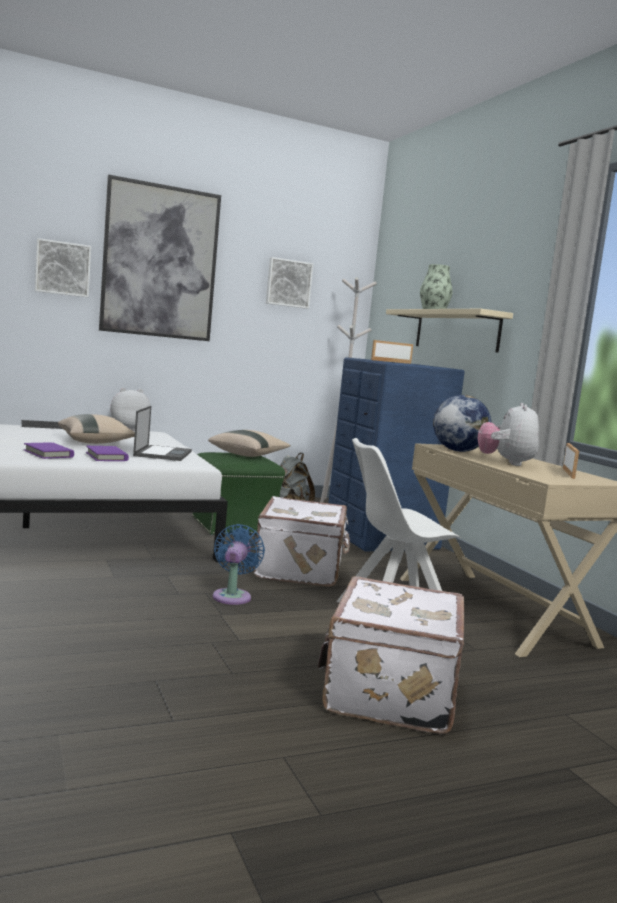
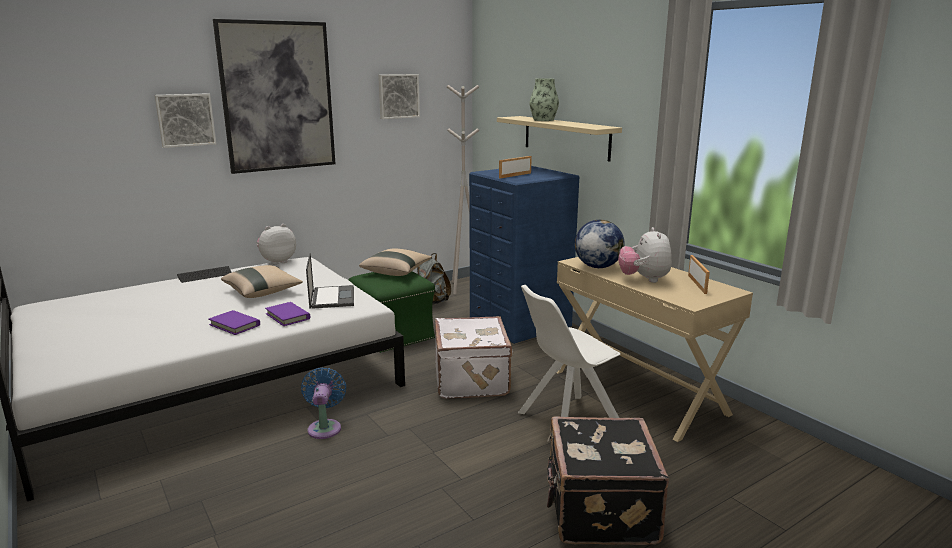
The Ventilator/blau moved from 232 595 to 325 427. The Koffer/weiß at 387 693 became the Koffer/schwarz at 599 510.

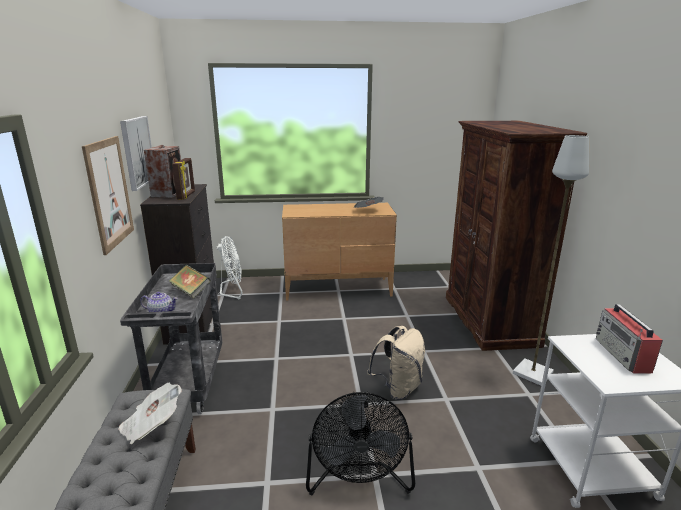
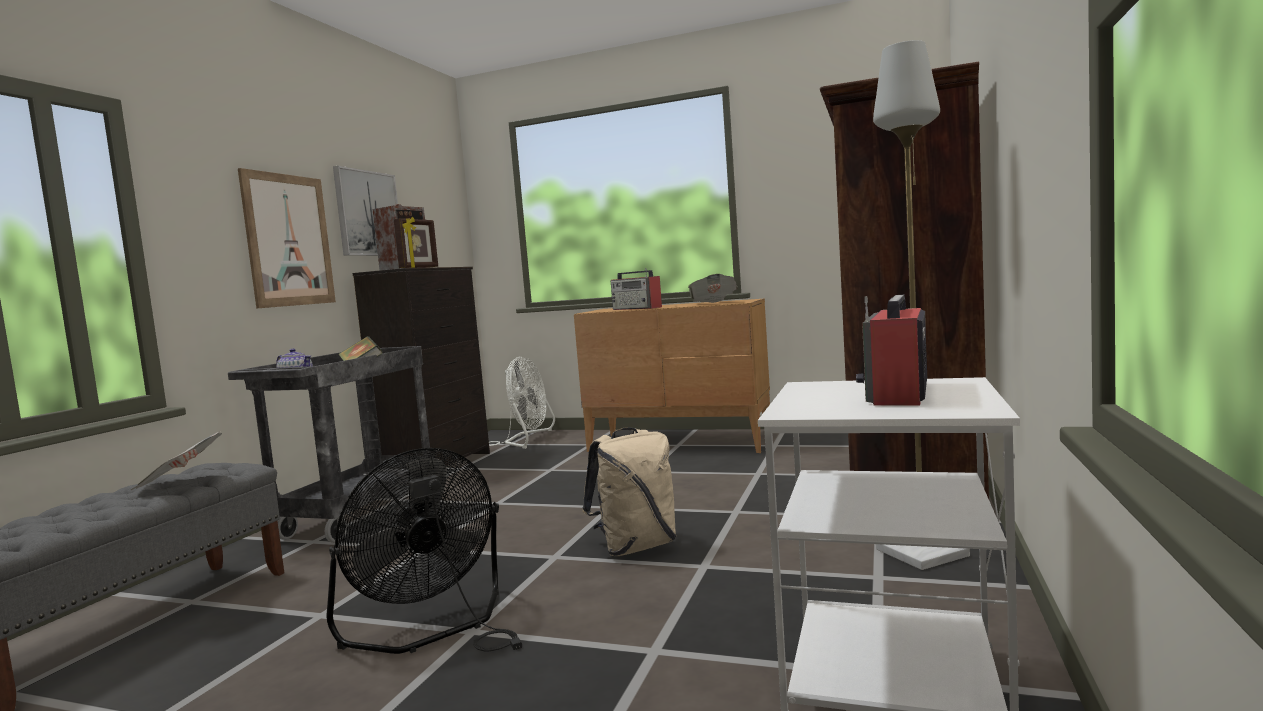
The Ventilator/schwarz at 355 476 turned 120 degrees clockwise. The Radio at 637 308 appeared.

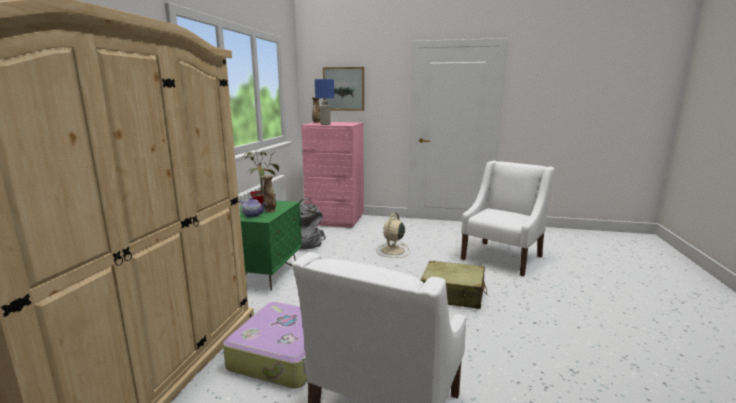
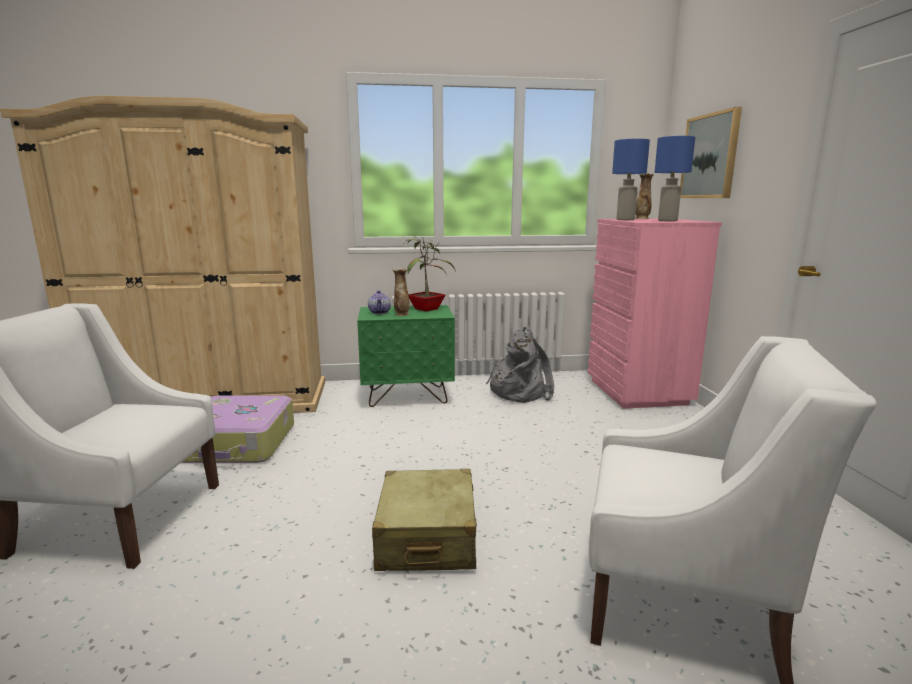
The Ventilator/beige at 392 251 disappeared. The Tischlampe/blau at 667 221 appeared.

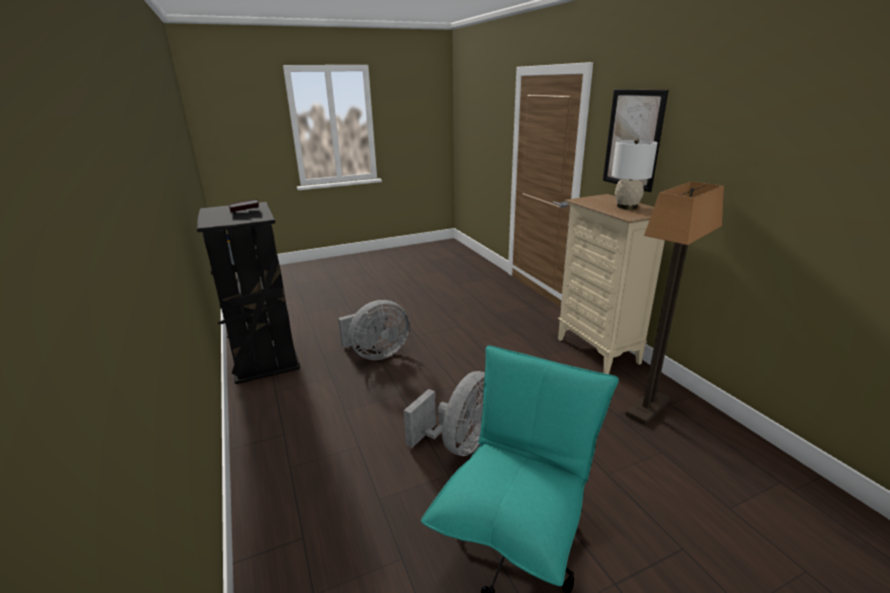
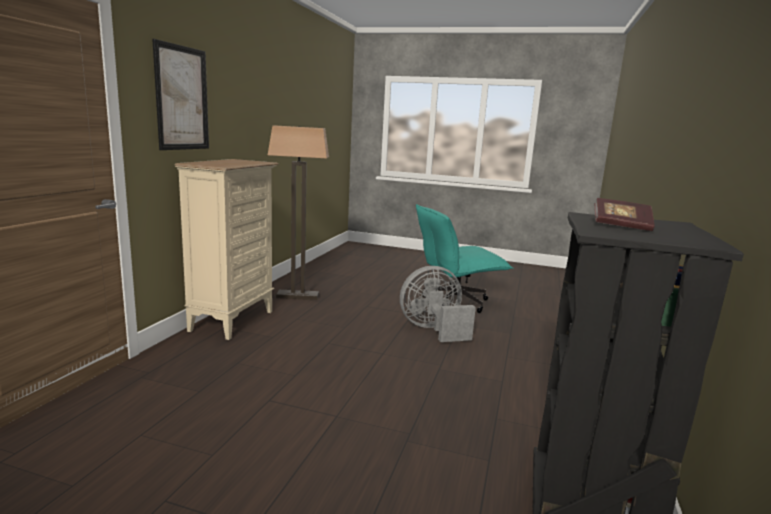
The Ventilator/grau at 376 354 disappeared. The Tischlampe/weiß at 627 207 disappeared.

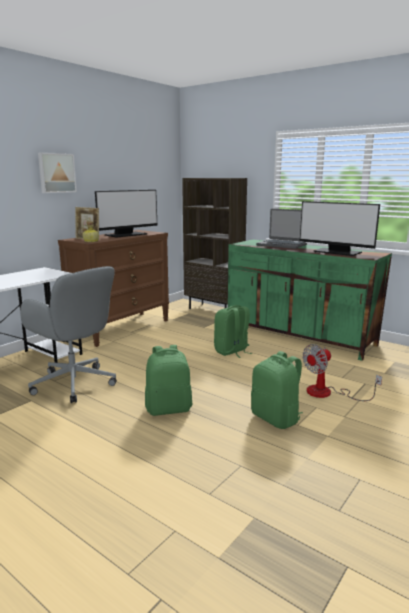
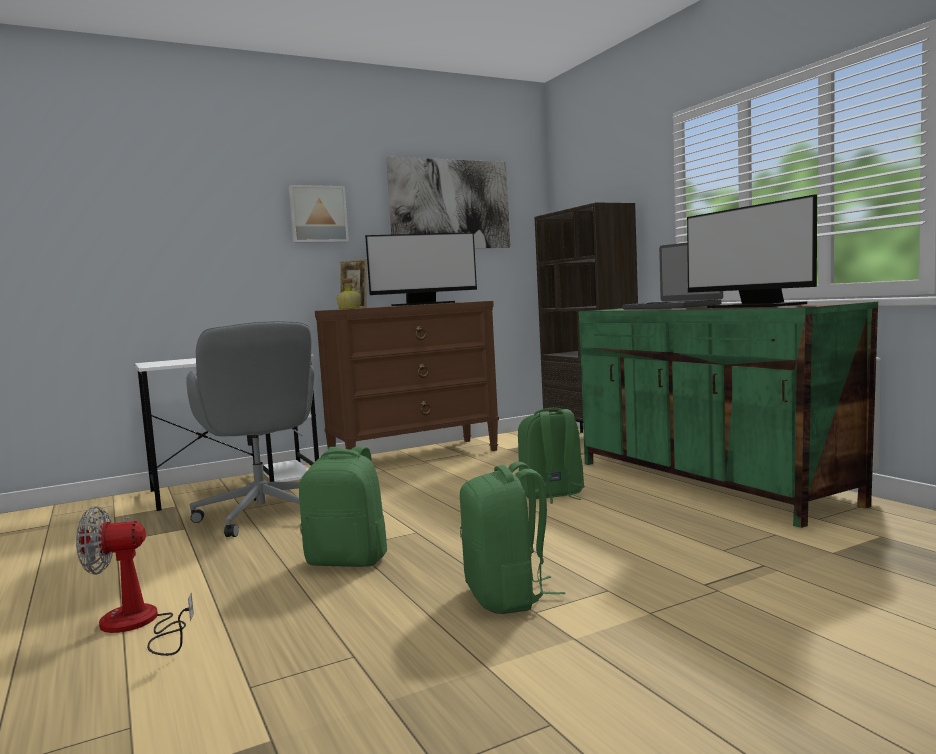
The Ventilator moved from 328 393 to 138 625. The Bild at 450 204 appeared.

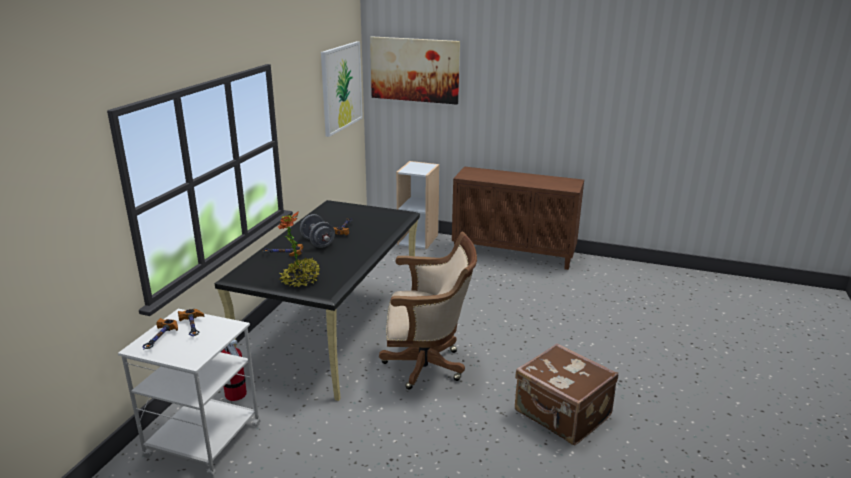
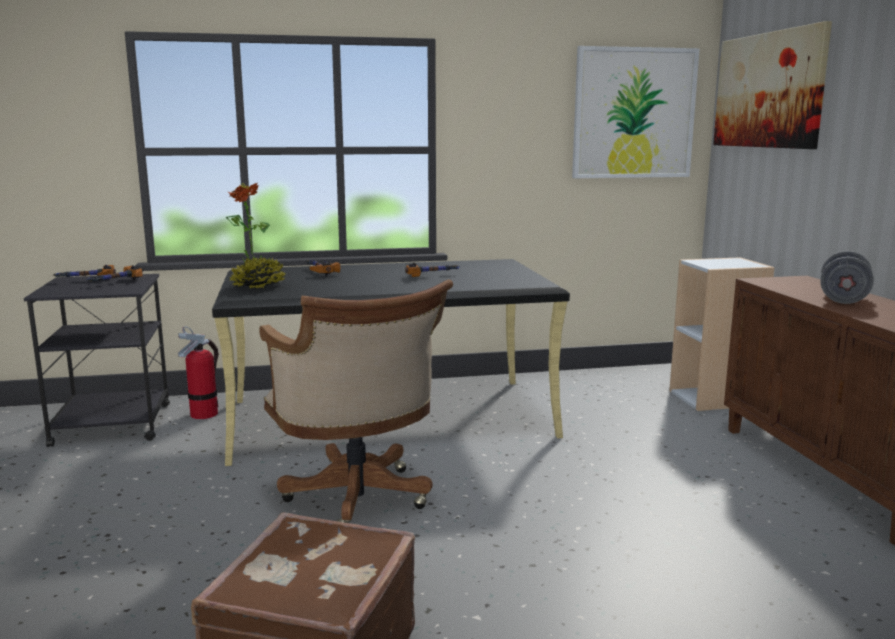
The Rollwagen/weiß at 204 438 became the Rollwagen/schwarz at 114 425. The Hantel/grau moved from 318 242 to 843 299.

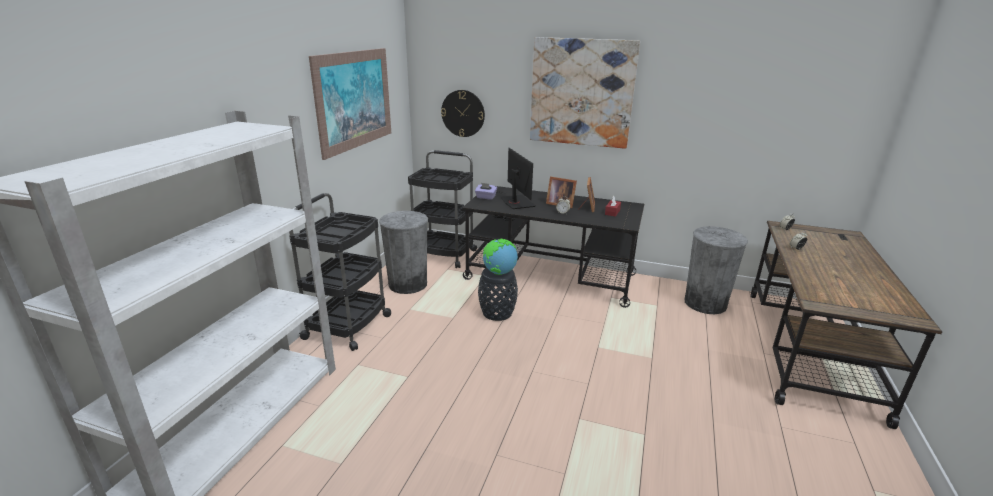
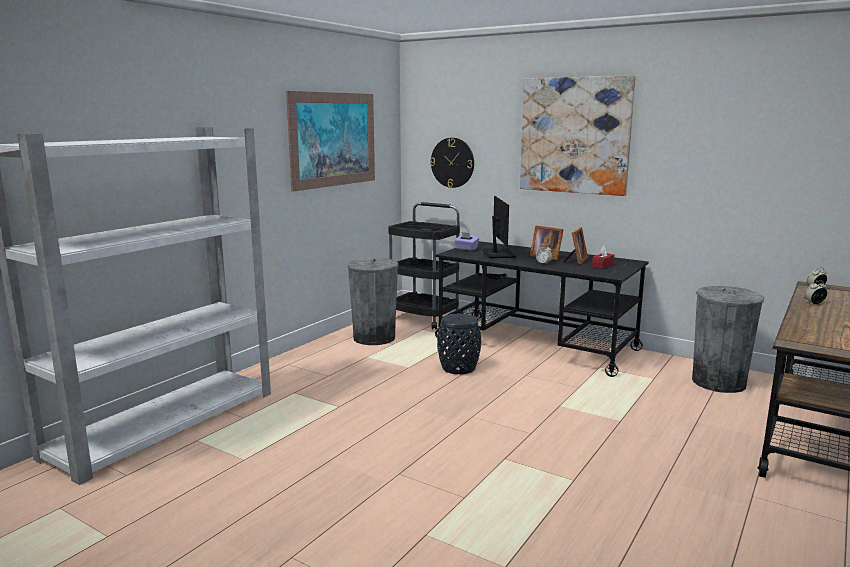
The Rollwagen/schwarz at 348 327 disappeared. The Globus at 499 273 disappeared.

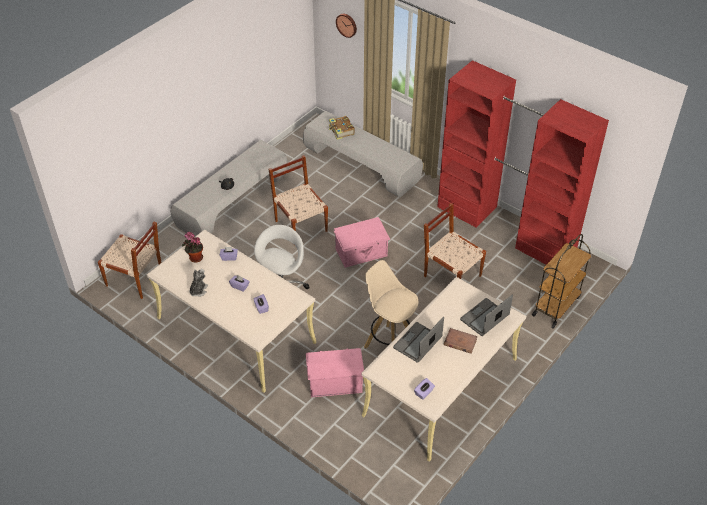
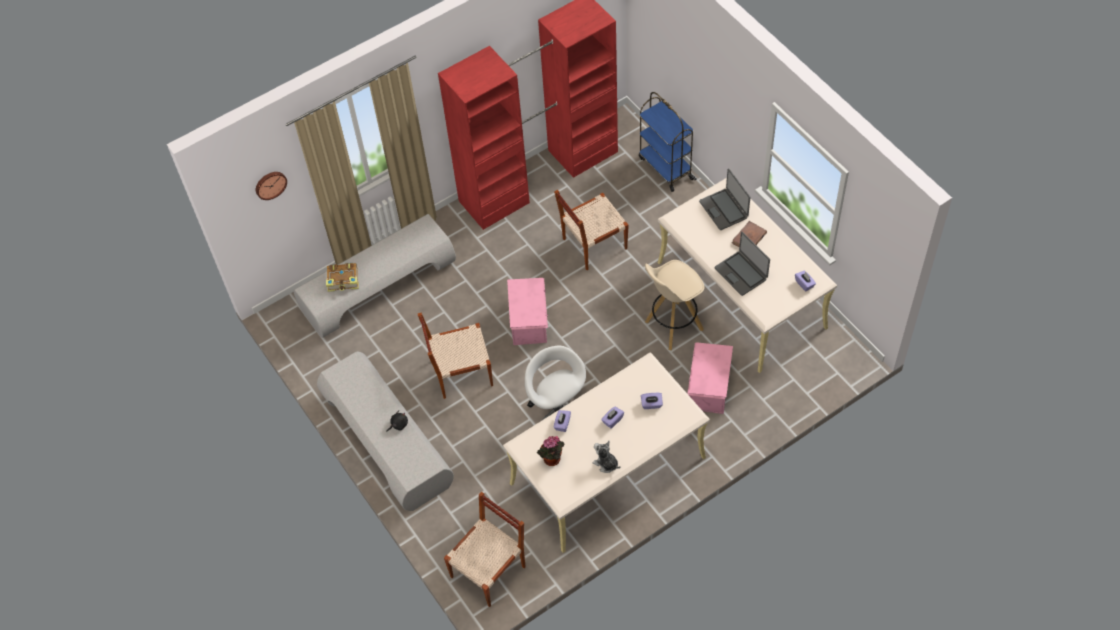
The Rollwagen/braun at 557 306 became the Rollwagen/blau at 665 167.

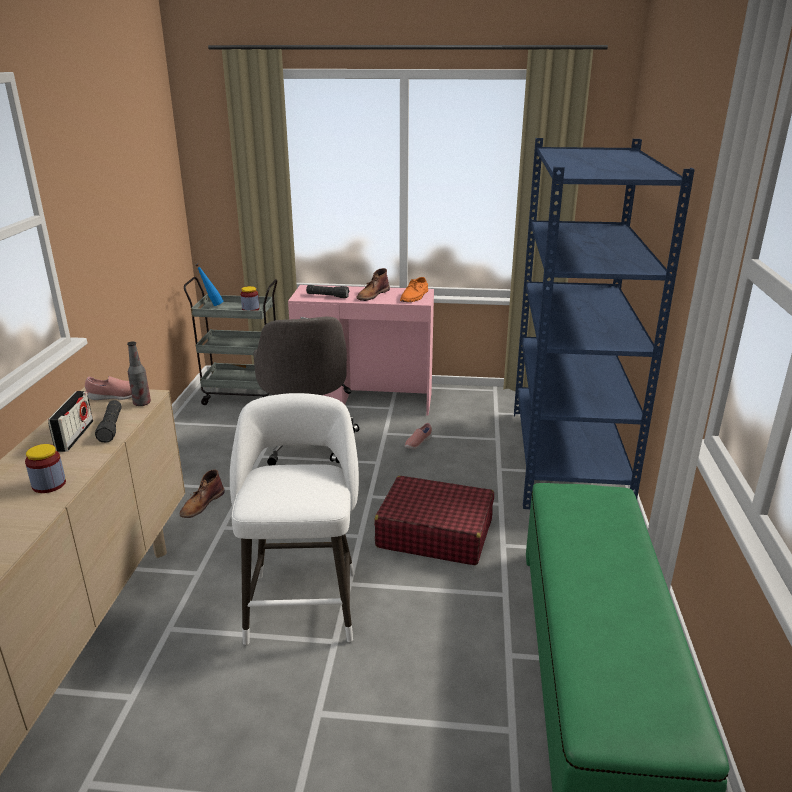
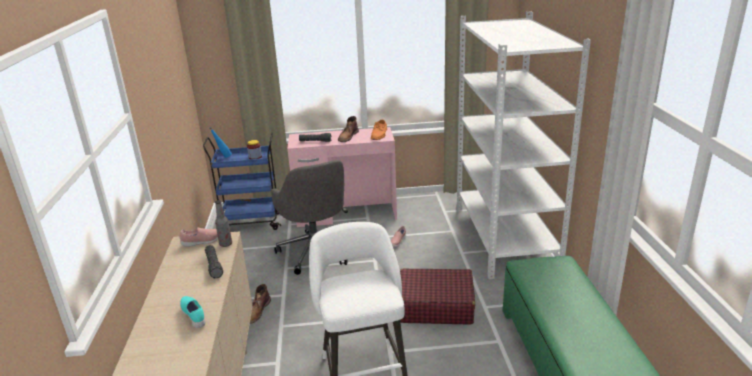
The Vorratsglas at 49 484 was replaced by the Schuh/türkis at 194 316. The Radio at 75 436 disappeared. The Rollwagen/grau at 243 396 became the Rollwagen/blau at 252 223. The Bücherregal/blau at 566 458 became the Bücherregal/weiß at 504 238.

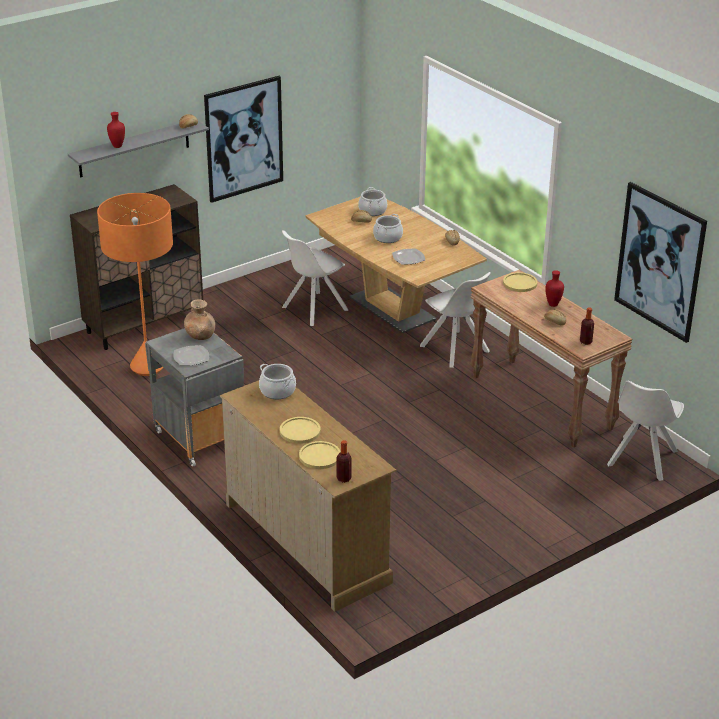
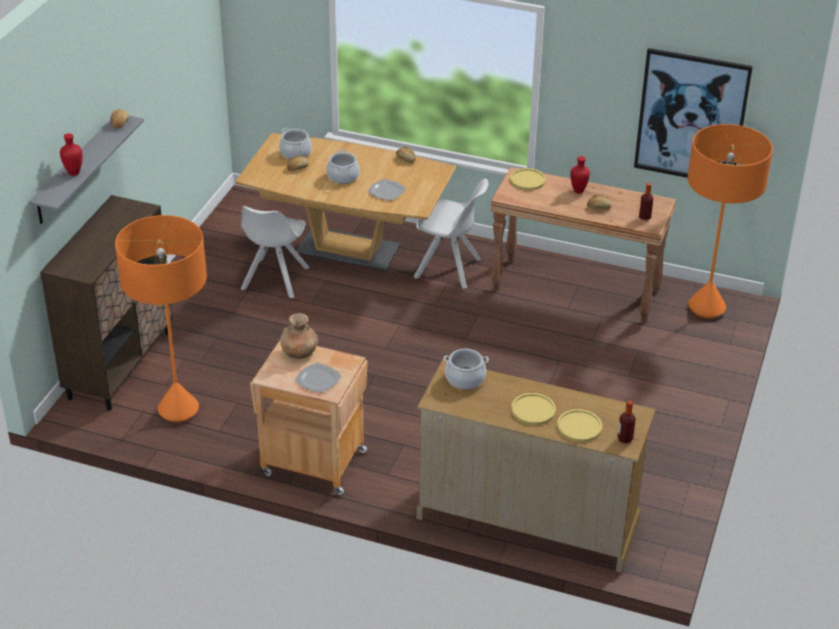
The Rollwagen/grau at 198 437 became the Rollwagen/braun at 312 462. The Bild at 244 138 disappeared. The Stuhl/weiß at 641 459 was replaced by the Stehlampe/orange at 706 309.

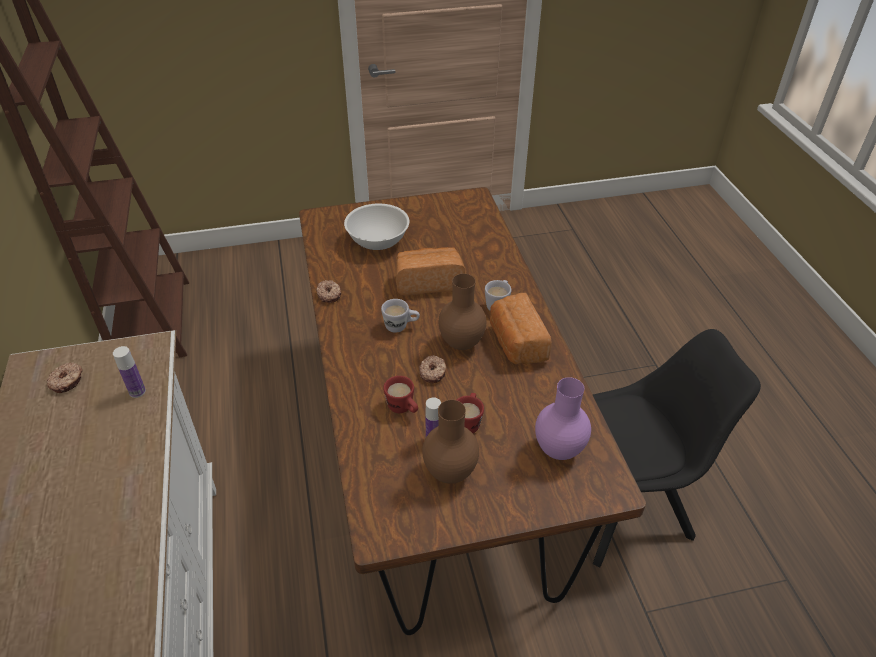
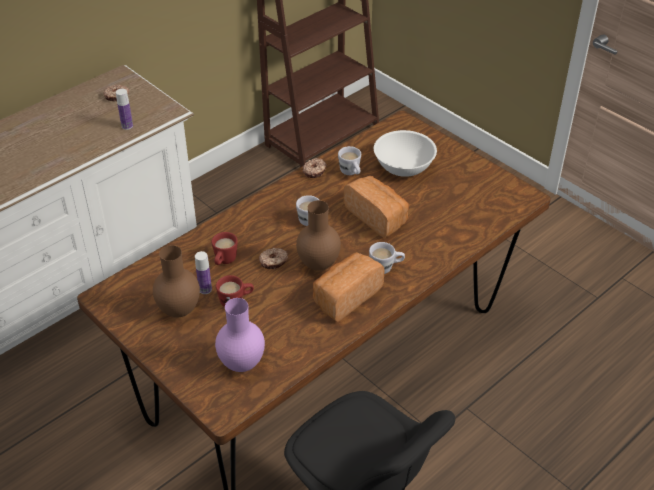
The Henkelbecher/weiß at 351 173 appeared.

